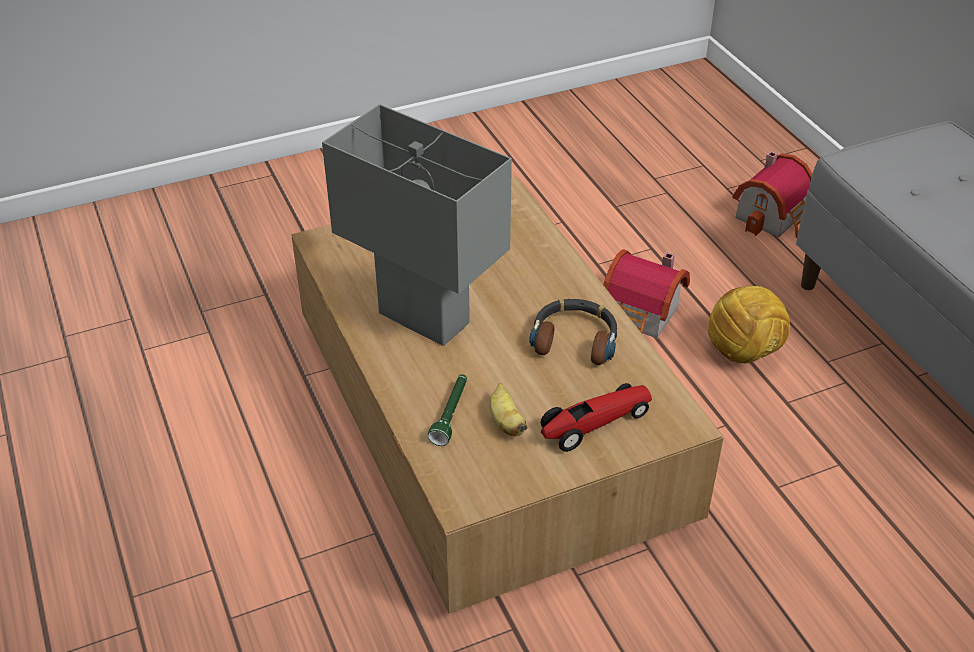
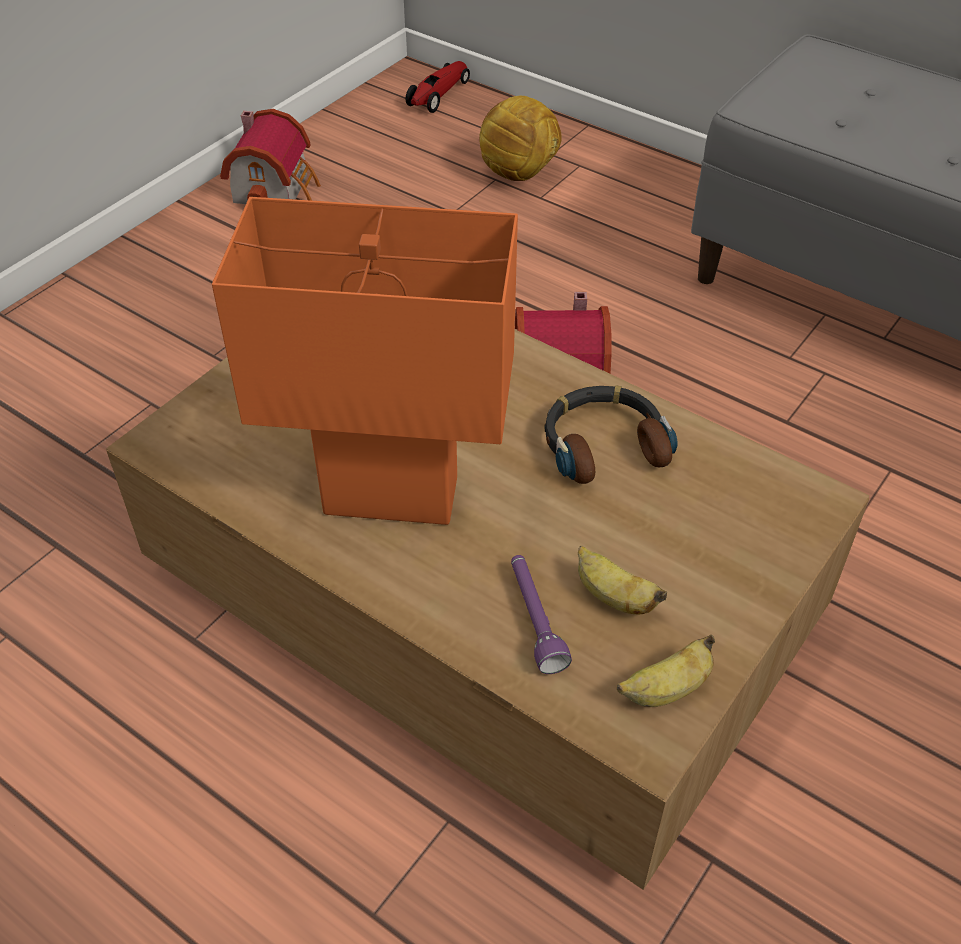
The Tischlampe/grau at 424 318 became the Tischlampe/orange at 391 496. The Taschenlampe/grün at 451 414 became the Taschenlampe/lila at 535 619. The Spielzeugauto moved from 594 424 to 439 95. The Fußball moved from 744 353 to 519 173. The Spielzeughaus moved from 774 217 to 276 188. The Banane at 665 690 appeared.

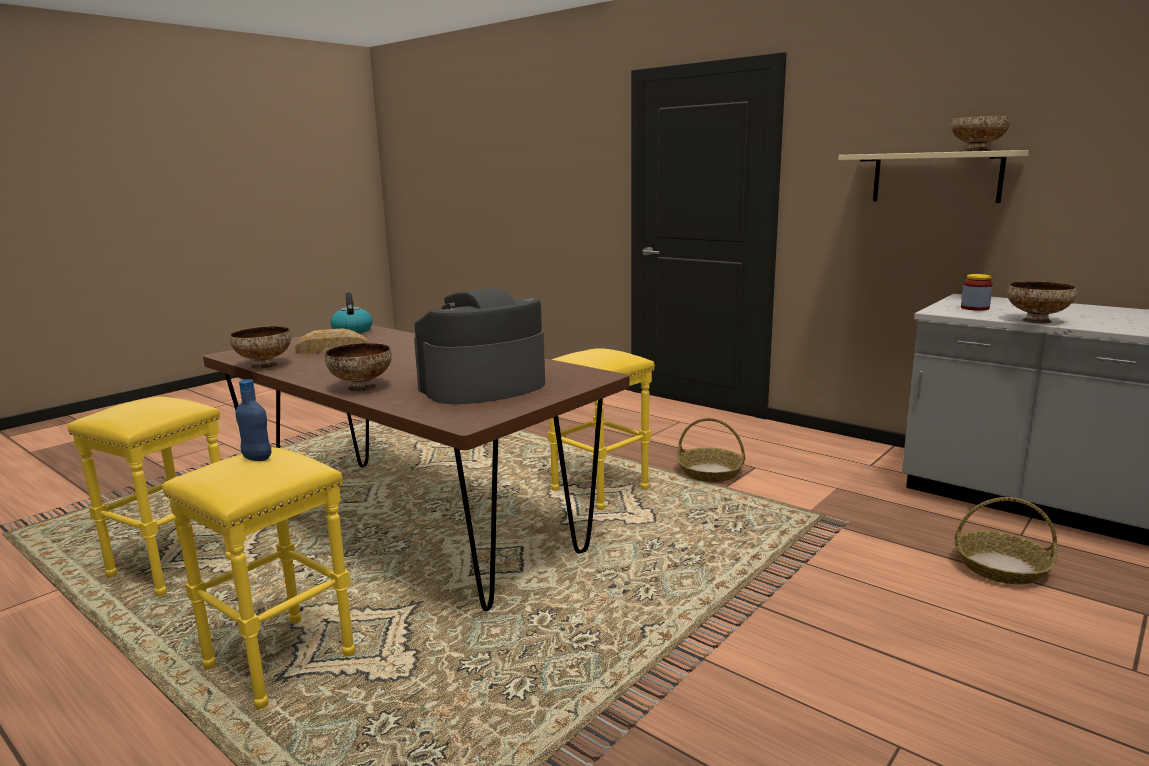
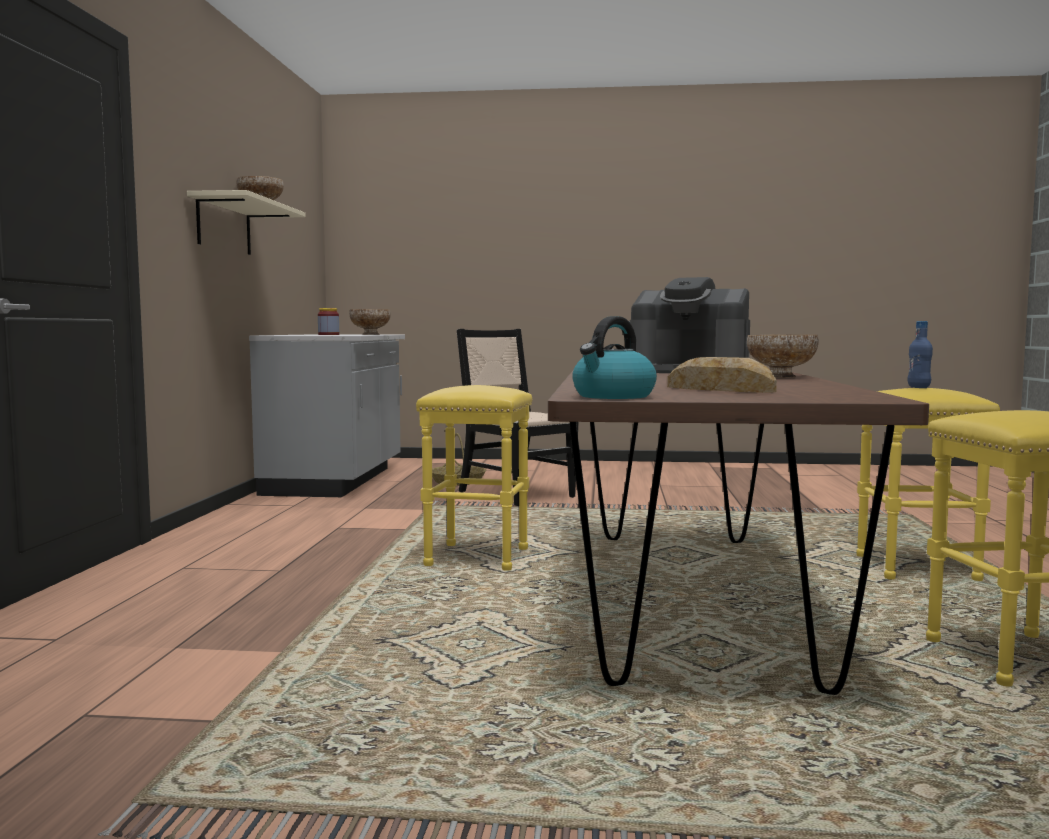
The Schüssel at 265 365 disappeared. The Korb at 710 472 disappeared. The Stuhl at 516 494 appeared.

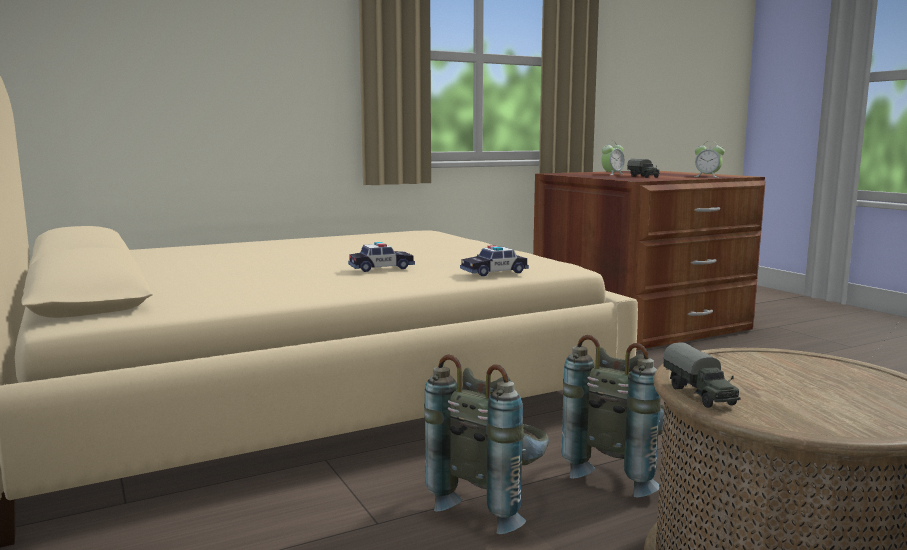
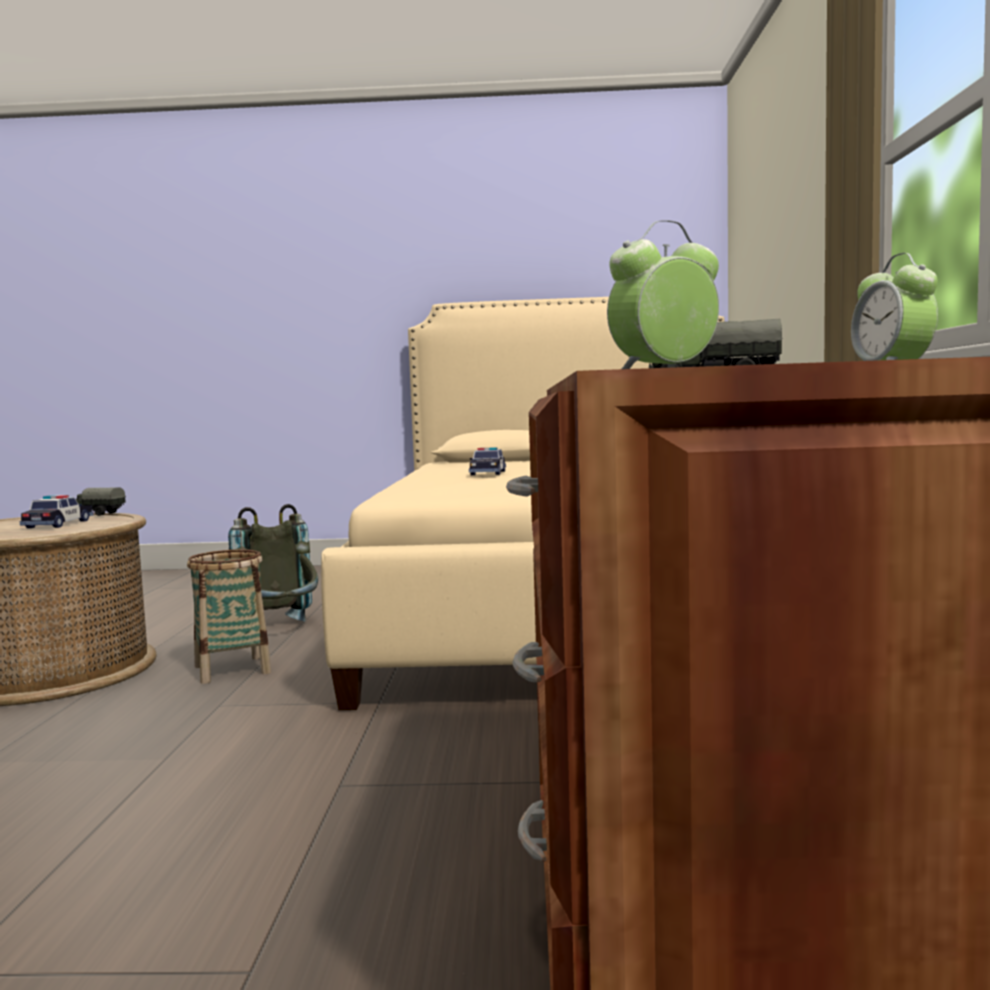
The Spielzeugauto moved from 494 272 to 58 524. The Rucksack/grau at 619 472 was replaced by the Korb at 232 669.

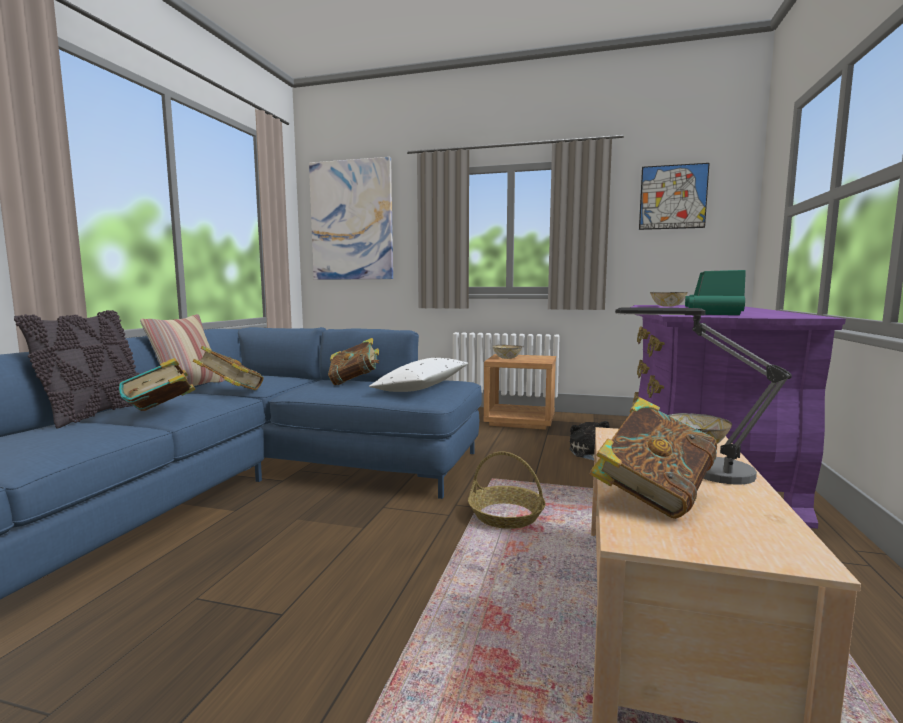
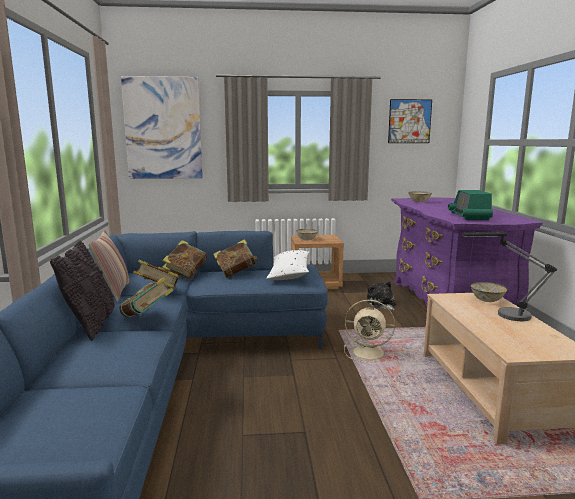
The Korb at 506 515 was replaced by the Ventilator/beige at 370 353. The Buch moved from 652 497 to 186 274.

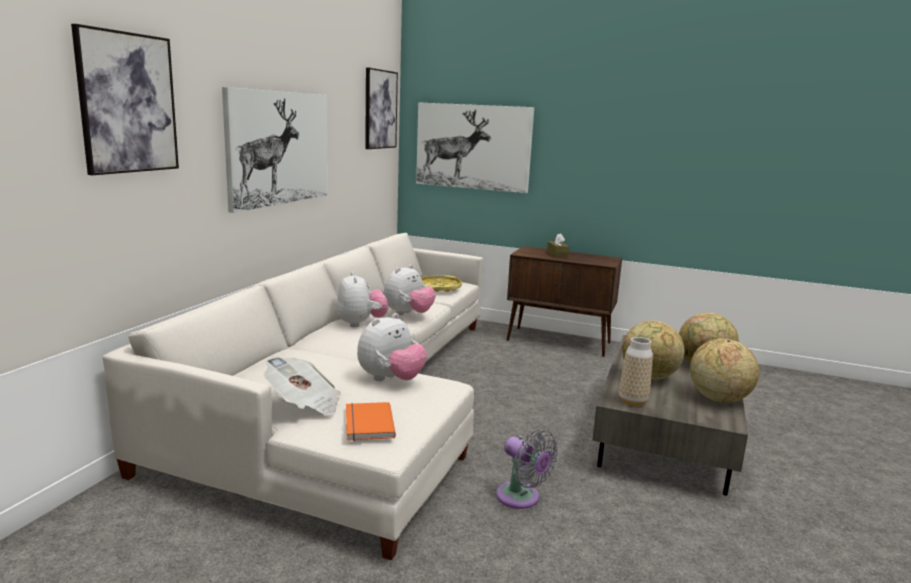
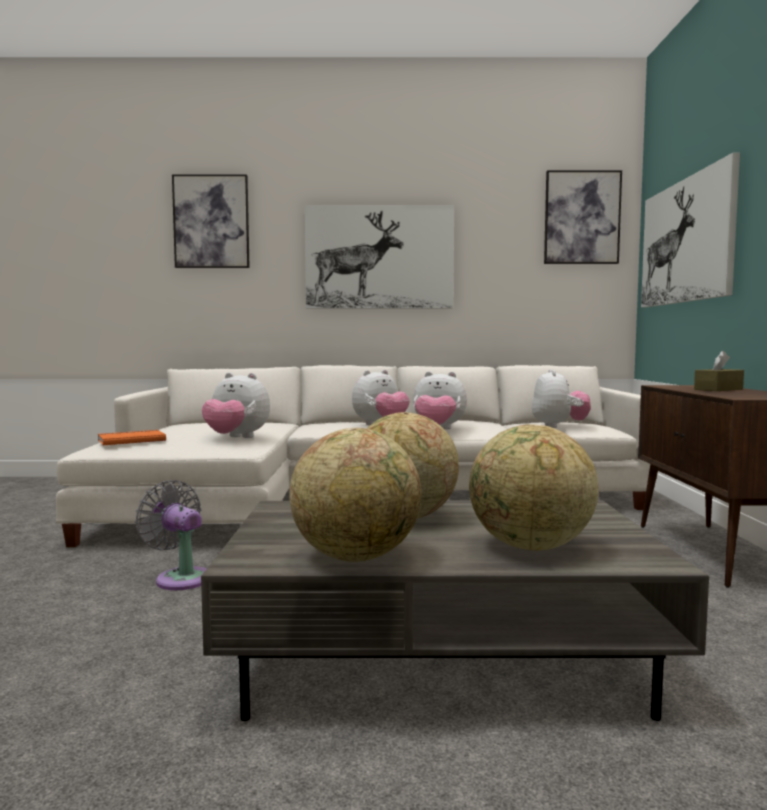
The Zeitung at 304 404 disappeared. The Tablett/gelb at 439 288 was replaced by the Plüschtier at 558 426. The Ventilator/grau at 521 498 turned 105 degrees clockwise. The Vase at 632 402 disappeared.

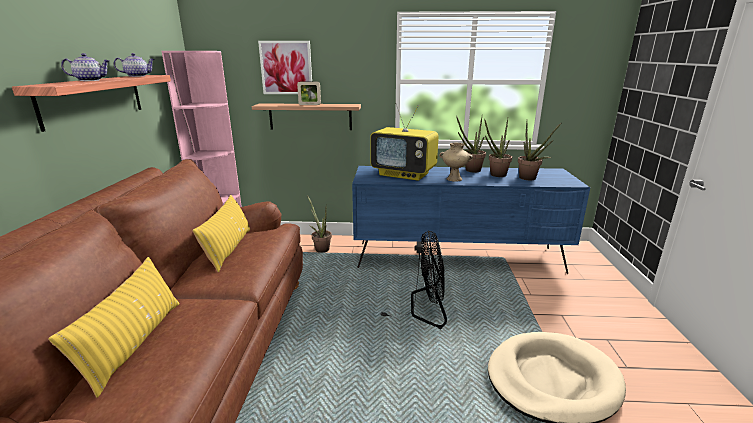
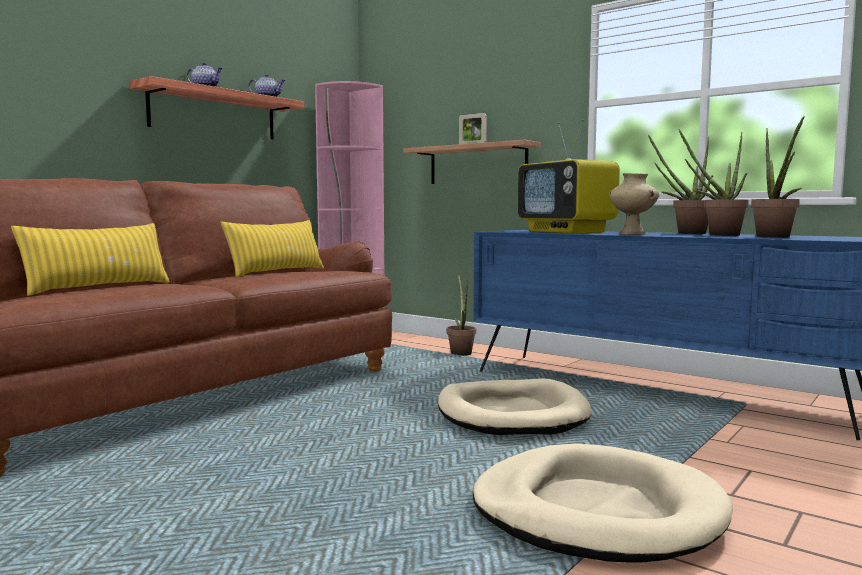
The Bild at 286 68 disappeared. The Ventilator/schwarz at 422 307 was replaced by the Hundebett/beige at 512 414.

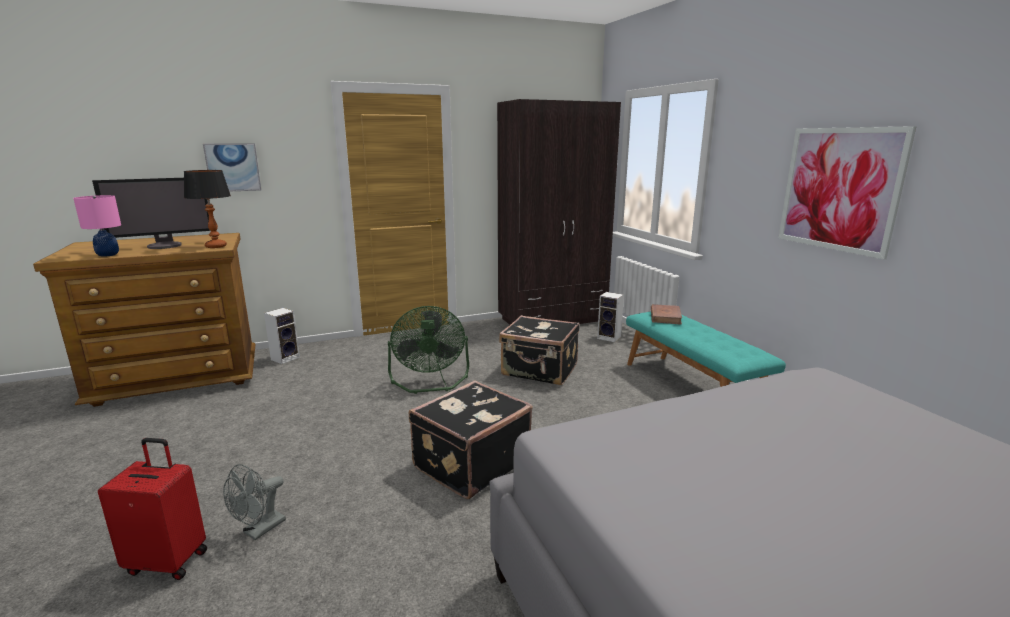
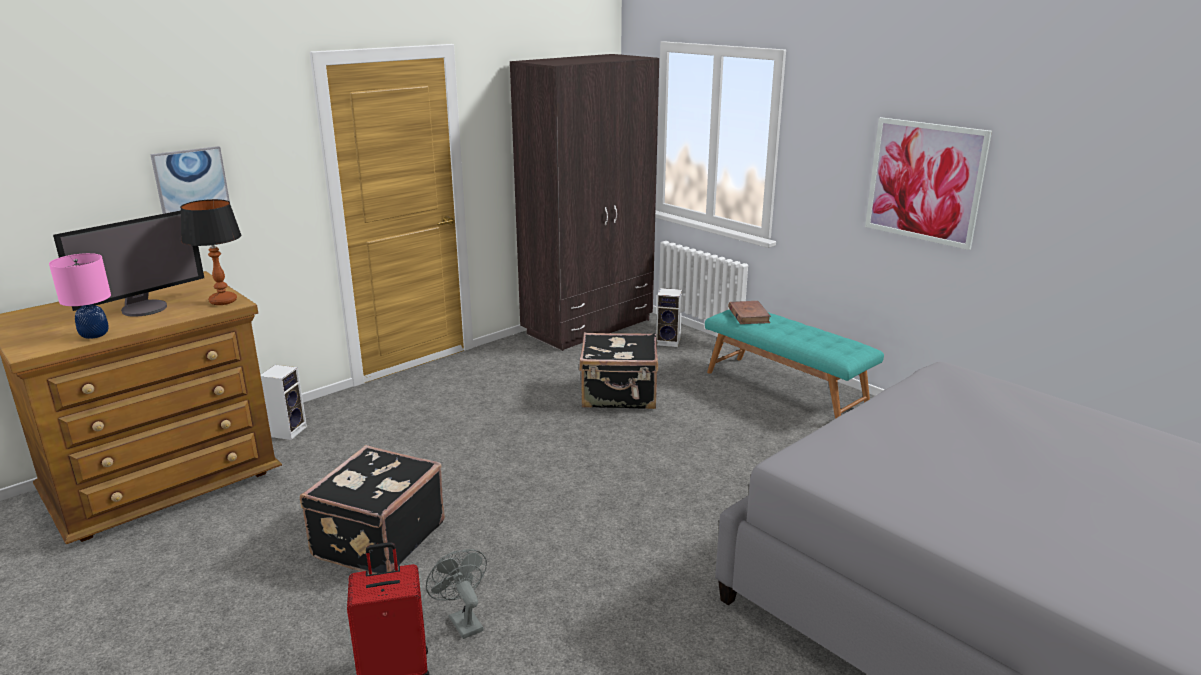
The Ventilator/grau at 259 530 turned 135 degrees clockwise. The Ventilator/grün at 433 386 disappeared. The Koffer/schwarz moved from 470 463 to 377 539.

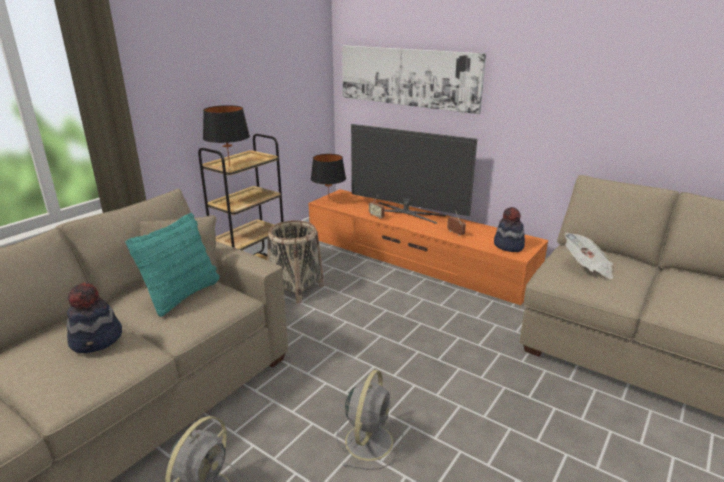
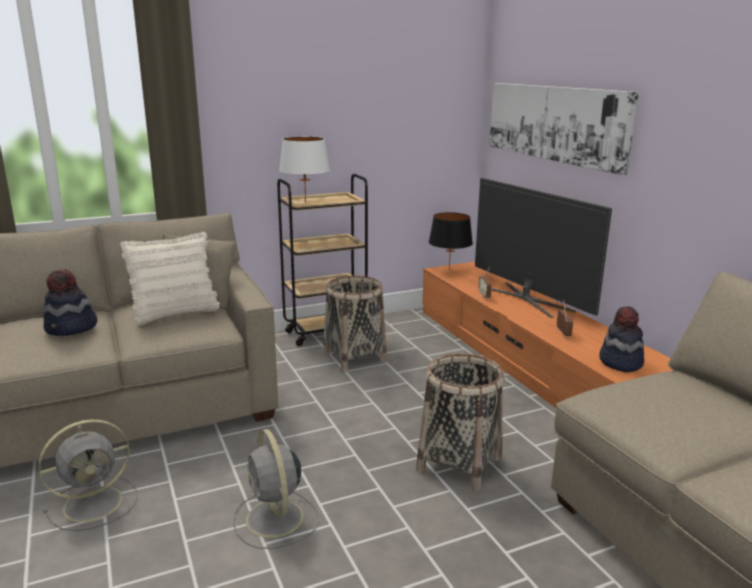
The Kissen/türkis at 182 296 became the Kissen/beige at 175 314. The Tischlampe/schwarz at 229 166 became the Tischlampe/weiß at 305 203. The Ventilator/grau at 369 440 turned 105 degrees clockwise. The Zeitung at 587 268 disappeared. The Korb at 460 464 appeared.

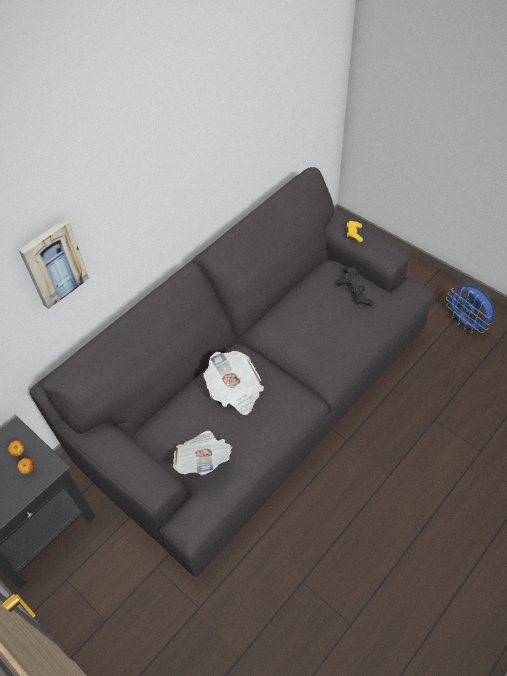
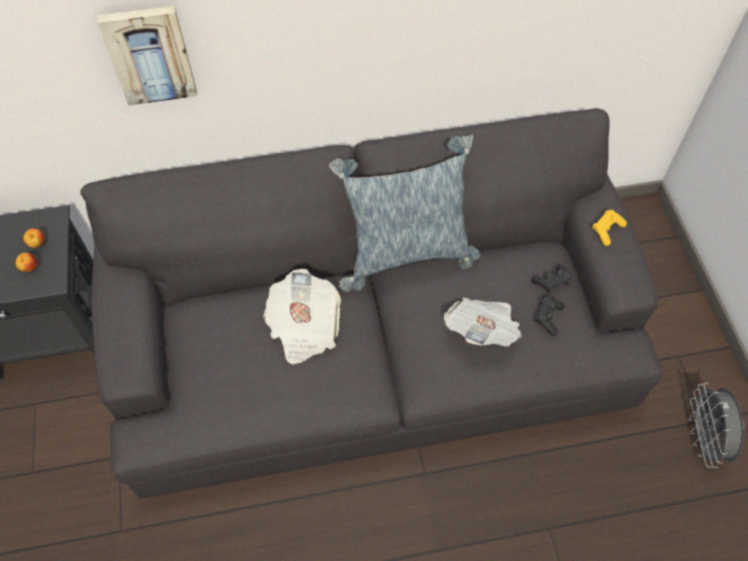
The Zeitung moved from 203 459 to 482 330. The Ventilator/blau at 466 323 became the Ventilator/grau at 703 439. The Kissen at 404 258 appeared.

